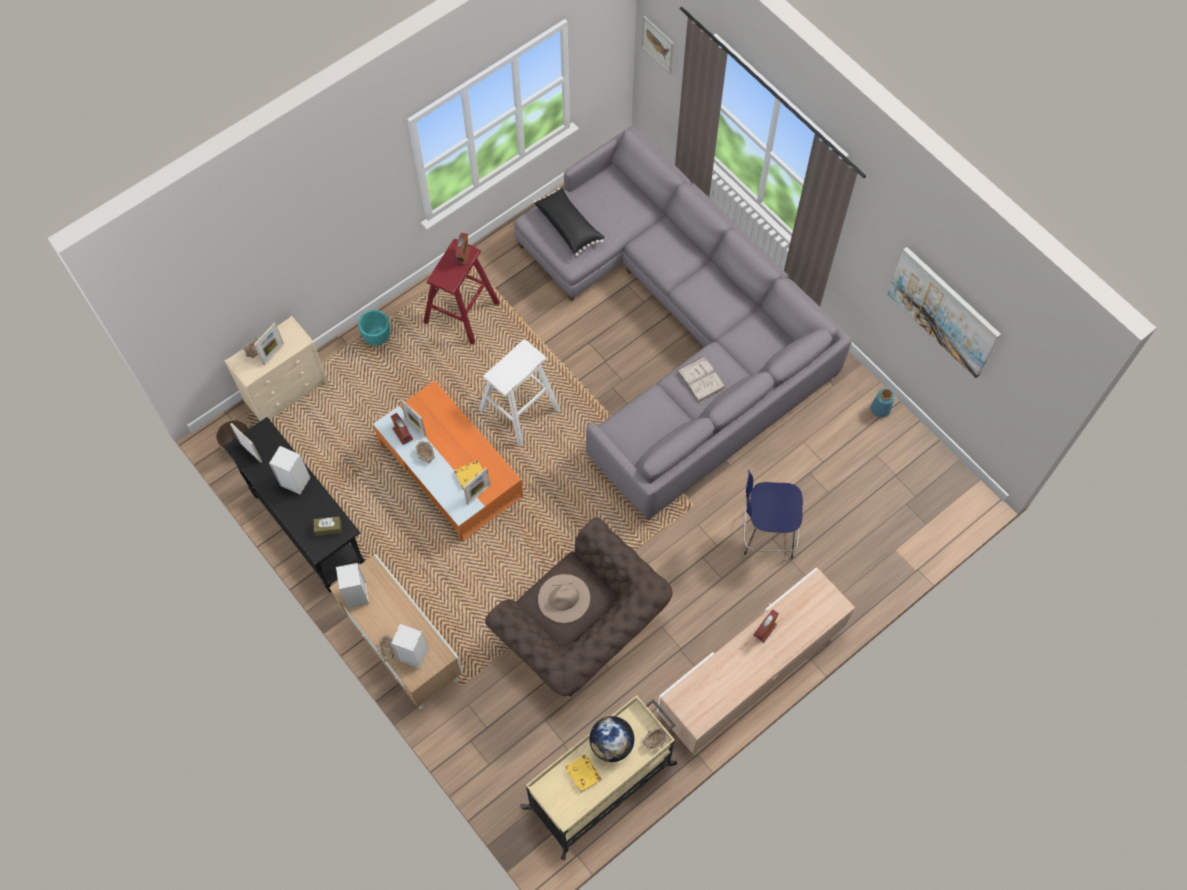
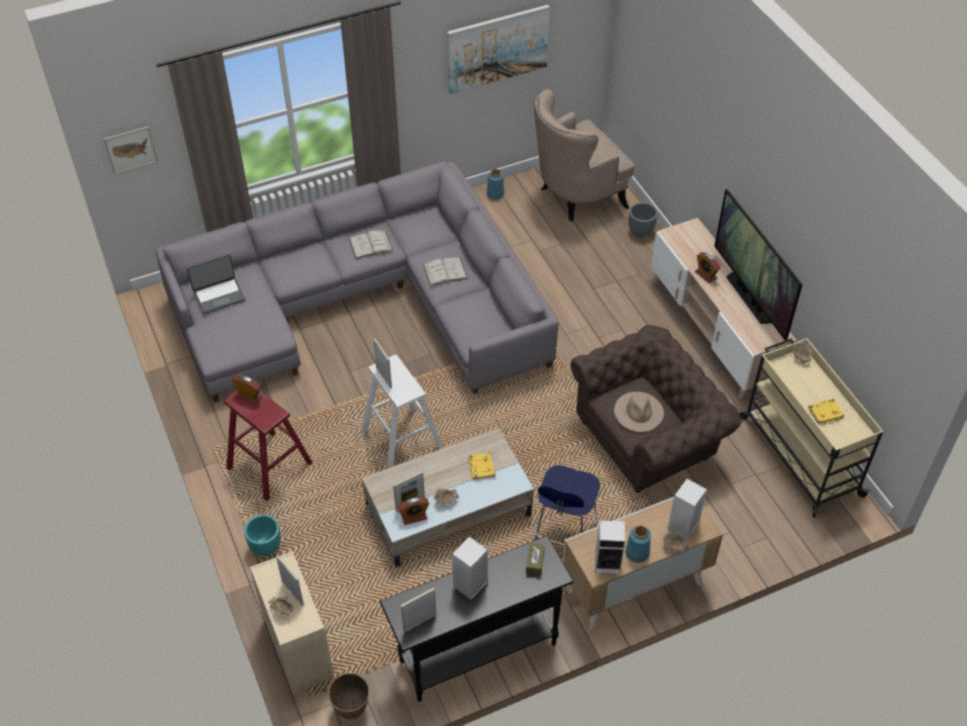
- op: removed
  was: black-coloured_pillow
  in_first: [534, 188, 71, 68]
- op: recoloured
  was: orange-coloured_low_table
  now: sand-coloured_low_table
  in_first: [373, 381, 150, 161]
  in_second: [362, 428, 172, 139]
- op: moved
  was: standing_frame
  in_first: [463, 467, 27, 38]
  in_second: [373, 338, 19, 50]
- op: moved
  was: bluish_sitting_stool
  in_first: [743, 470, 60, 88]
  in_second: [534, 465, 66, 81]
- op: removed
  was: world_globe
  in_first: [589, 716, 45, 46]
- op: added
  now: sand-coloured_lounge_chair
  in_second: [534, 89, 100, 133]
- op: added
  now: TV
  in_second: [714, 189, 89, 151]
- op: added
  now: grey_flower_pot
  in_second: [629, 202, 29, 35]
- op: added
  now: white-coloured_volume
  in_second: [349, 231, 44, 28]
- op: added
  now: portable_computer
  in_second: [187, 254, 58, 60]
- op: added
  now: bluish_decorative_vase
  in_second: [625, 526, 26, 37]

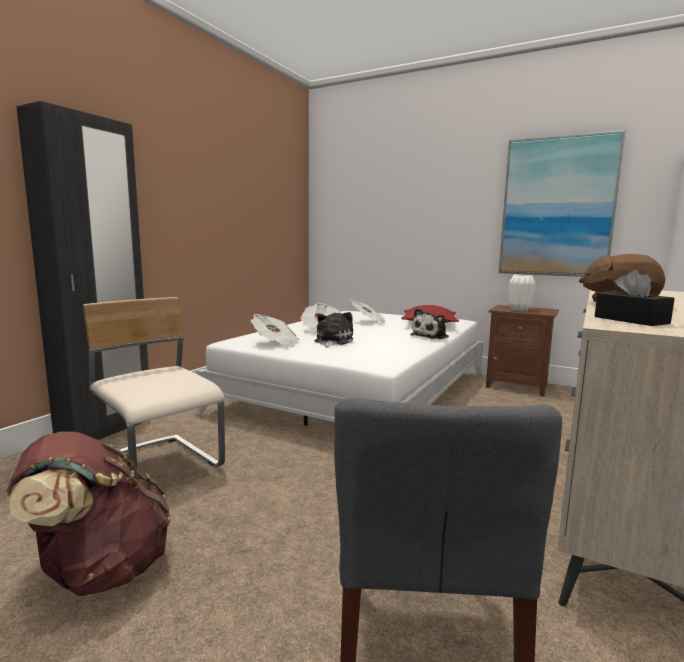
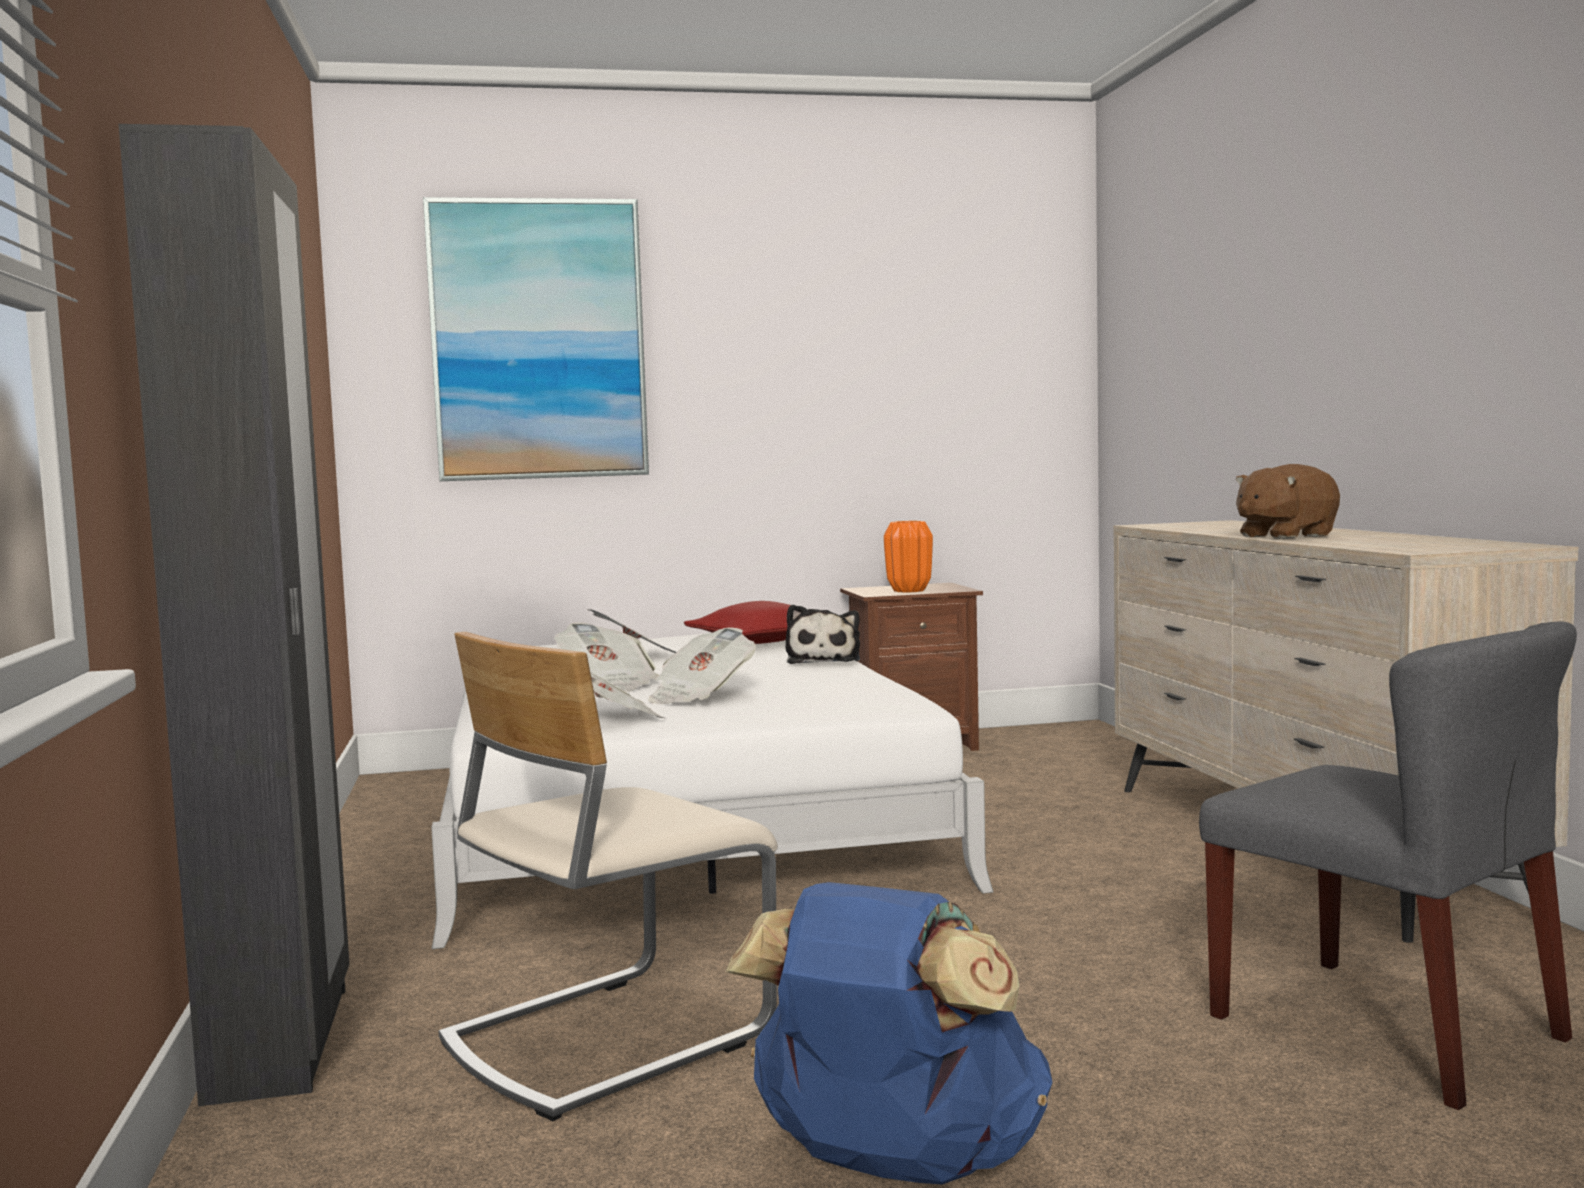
- op: moved
  was: wall_art
  in_first: [499, 130, 127, 147]
  in_second: [423, 197, 226, 284]
- op: removed
  was: black-coloured_tissue_holder
  in_first: [595, 270, 80, 56]
- op: recoloured
  was: white-coloured_decorative_vase
  now: orange-coloured_decorative_vase
  in_first: [509, 275, 27, 36]
  in_second: [884, 521, 49, 71]
- op: turned
  was: sand-coloured_chair
  in_first: [83, 297, 142, 173]
  in_second: [439, 632, 339, 489]
  clockwise: -45
- op: replaced
  was: cuddly_toy
  now: newspaper
  in_first: [315, 312, 38, 35]
  in_second: [648, 627, 108, 77]
- op: recoloured
  was: brownish_rucksack
  now: bluish_rucksack
  in_first: [7, 431, 164, 165]
  in_second: [726, 882, 327, 302]

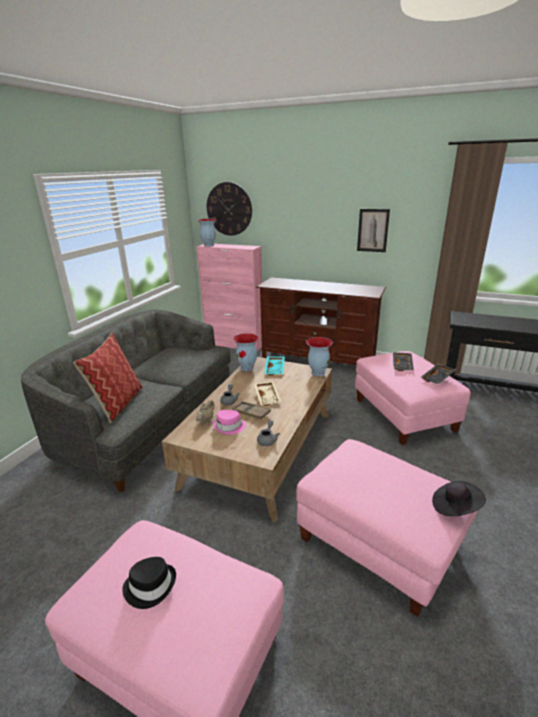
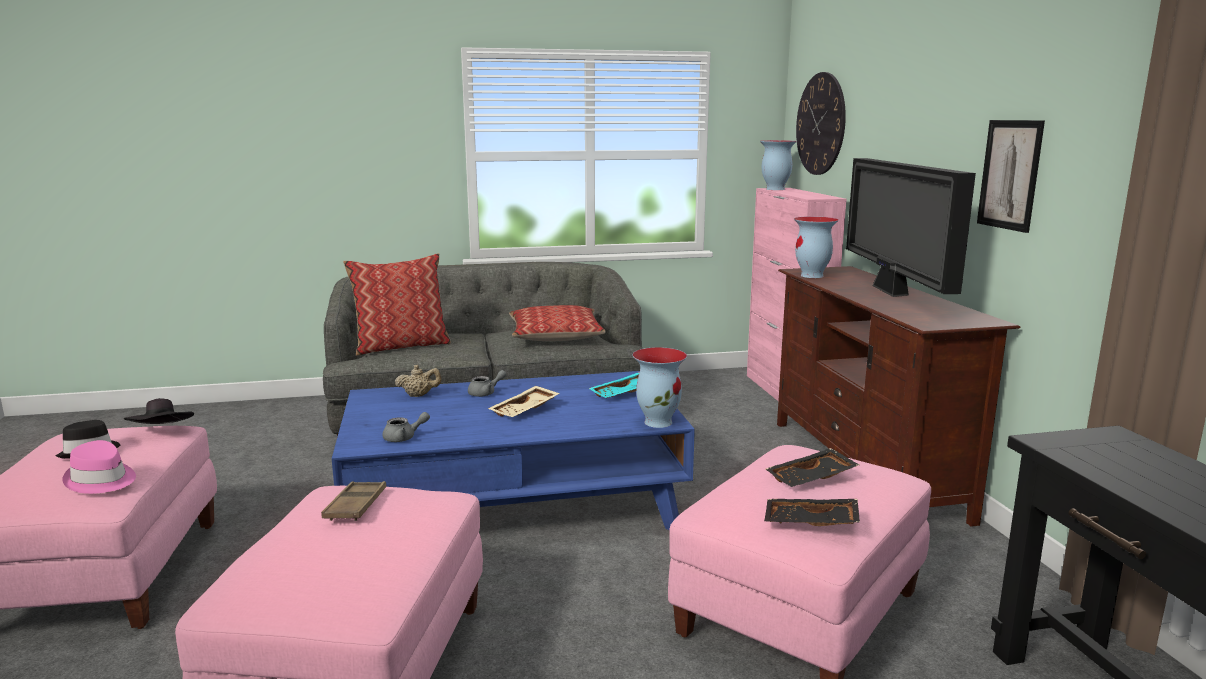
- op: moved
  was: decorative_vase
  in_first: [233, 333, 26, 38]
  in_second: [794, 216, 45, 62]
- op: recoloured
  was: brownish_low_table
  now: bluish_low_table
  in_first: [162, 357, 170, 166]
  in_second: [332, 371, 363, 159]
- op: moved
  was: brownish_carrying_tray
  in_first: [232, 401, 39, 18]
  in_second: [321, 481, 66, 40]
- op: moved
  was: pink-coloured_wearable_hat
  in_first: [213, 410, 33, 25]
  in_second: [62, 440, 74, 54]
- op: moved
  was: black-coloured_wearable_hat
  in_first: [432, 481, 54, 35]
  in_second: [124, 398, 70, 26]
- op: added
  now: TV
  in_second: [846, 158, 130, 139]
- op: added
  now: pillow
  in_second: [509, 305, 97, 36]

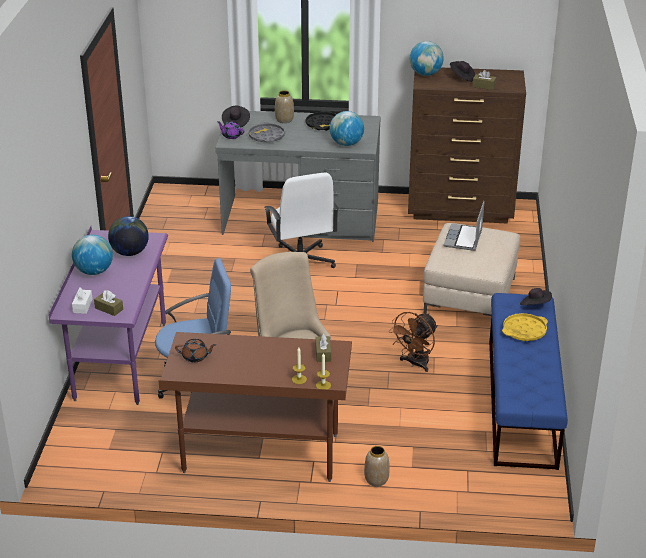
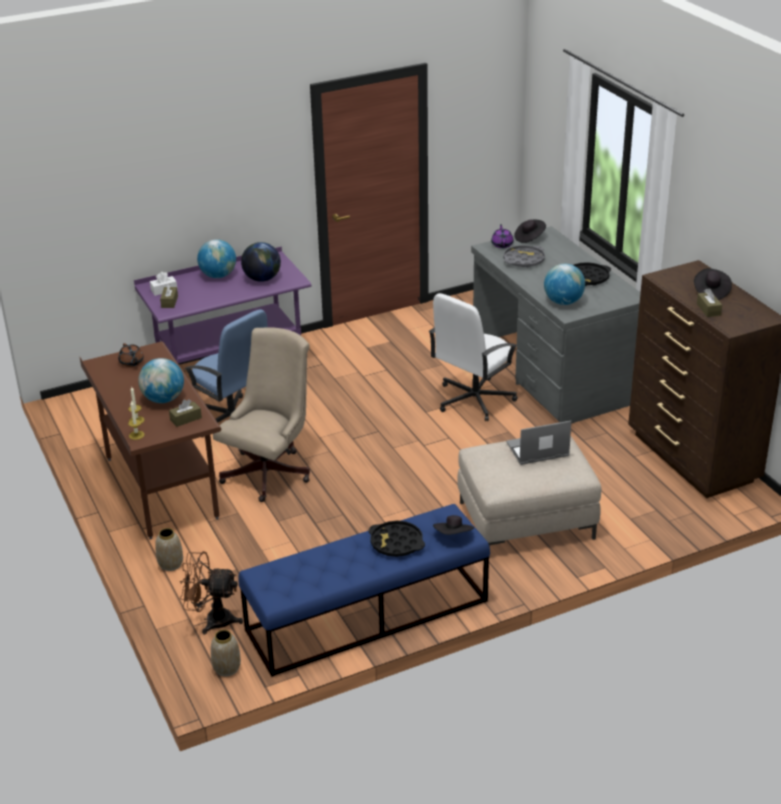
- op: moved
  was: world_globe
  in_first: [410, 41, 34, 35]
  in_second: [138, 358, 46, 45]
- op: moved
  was: decorative_vase
  in_first: [275, 90, 19, 33]
  in_second: [211, 630, 30, 46]
- op: moved
  was: brownish_fan
  in_first: [389, 312, 49, 60]
  in_second: [180, 551, 63, 83]
- op: recoloured
  was: yellow_carrying_tray
  now: black-coloured_carrying_tray
  in_first: [502, 313, 46, 28]
  in_second: [369, 521, 56, 36]

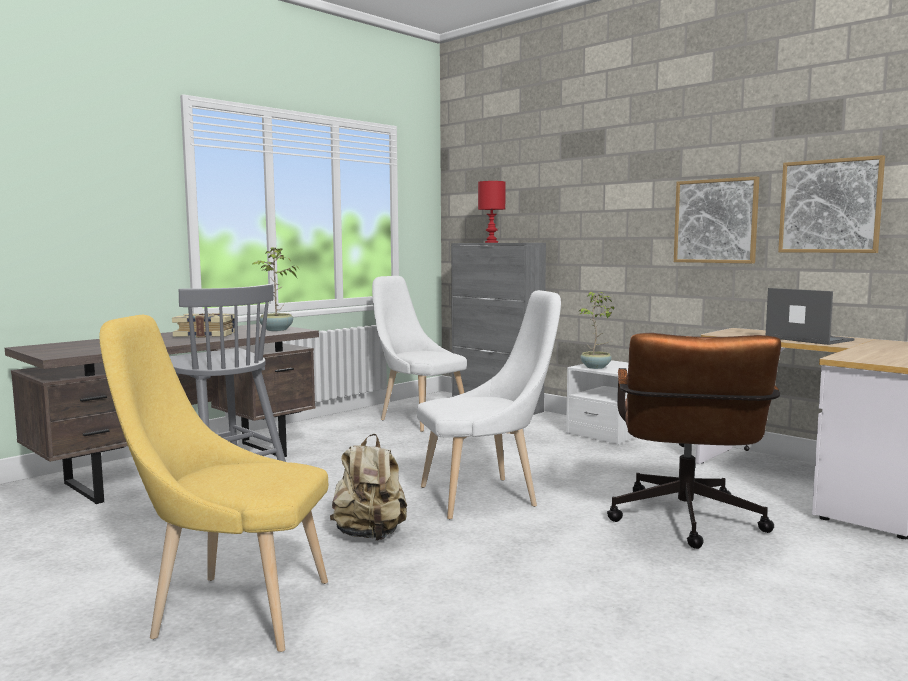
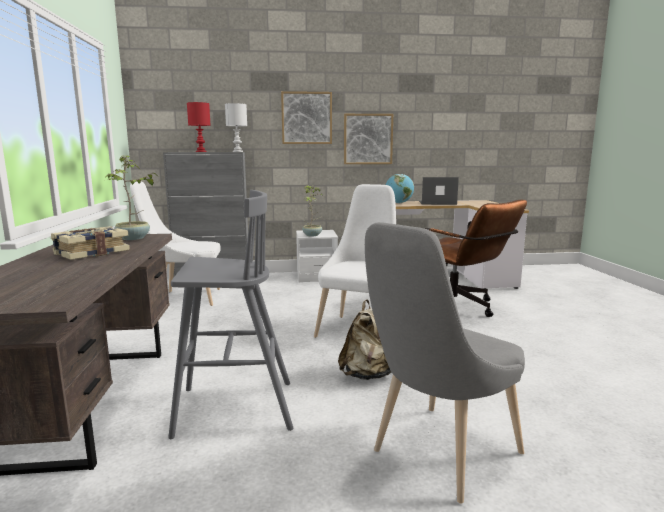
- op: moved
  was: wall_art
  in_first: [778, 155, 107, 98]
  in_second: [281, 91, 51, 53]
- op: recoloured
  was: yellow_chair
  now: grey_chair
  in_first: [99, 315, 229, 337]
  in_second: [365, 222, 160, 282]
- op: added
  now: white-coloured_table_lamp
  in_second: [225, 103, 22, 49]
- op: added
  now: world_globe
  in_second: [386, 174, 28, 29]

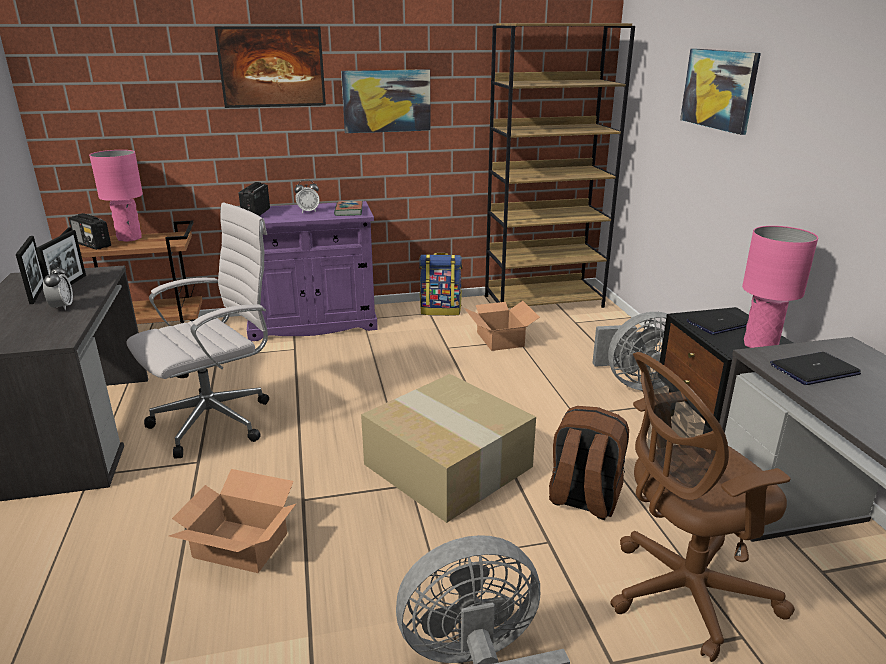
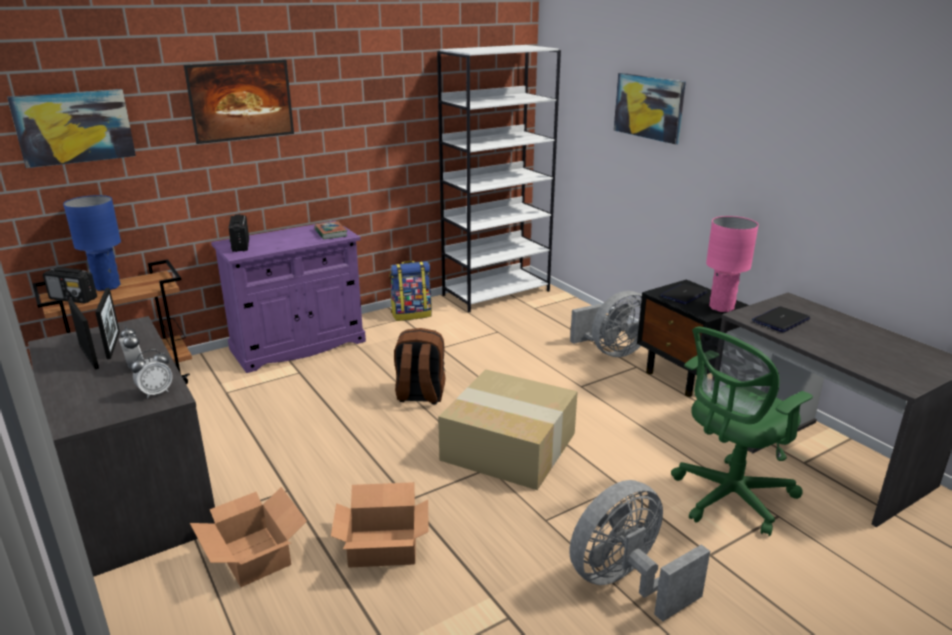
- op: recoloured
  was: brownish_bookcase
  now: white-coloured_bookcase
  in_first: [485, 23, 150, 285]
  in_second: [437, 45, 124, 268]
- op: moved
  was: wall_art
  in_first: [341, 69, 90, 64]
  in_second: [7, 89, 129, 79]
- op: recoloured
  was: pink-coloured_table_lamp
  now: bluish_table_lamp
  in_first: [89, 150, 54, 92]
  in_second: [63, 195, 58, 96]
- op: moved
  was: table_clock
  in_first: [294, 180, 25, 33]
  in_second: [131, 350, 42, 48]
- op: removed
  was: white-coloured_computer_chair
  in_first: [126, 202, 143, 257]
- op: moved
  was: packing_box
  in_first: [464, 301, 76, 50]
  in_second: [190, 487, 117, 100]
- op: recoloured
  was: brownish_computer_chair
  now: greenish_computer_chair
  in_first: [610, 352, 185, 310]
  in_second: [671, 327, 142, 209]
- op: moved
  was: brownish_rucksack
  in_first: [549, 406, 80, 114]
  in_second: [394, 328, 52, 77]

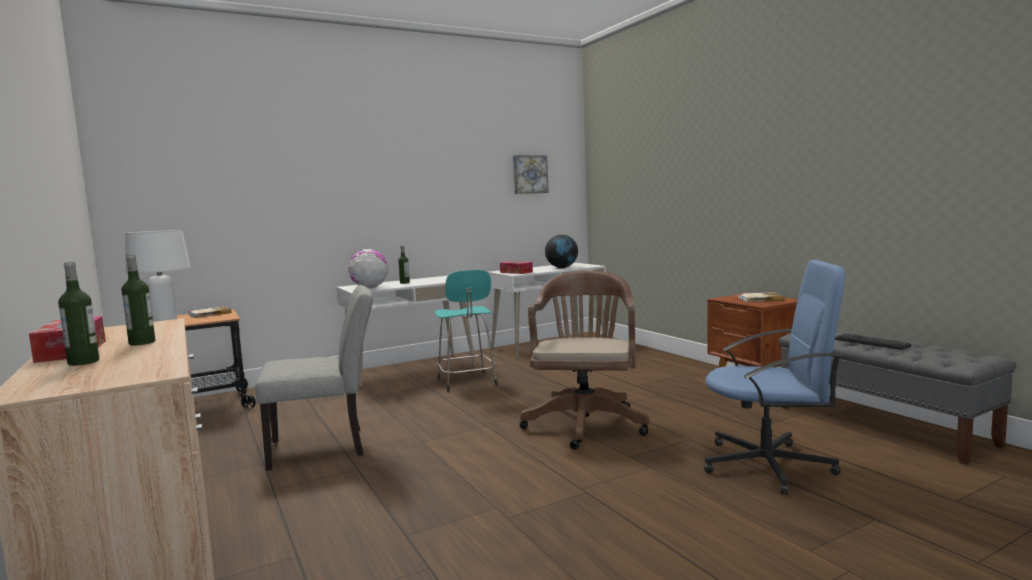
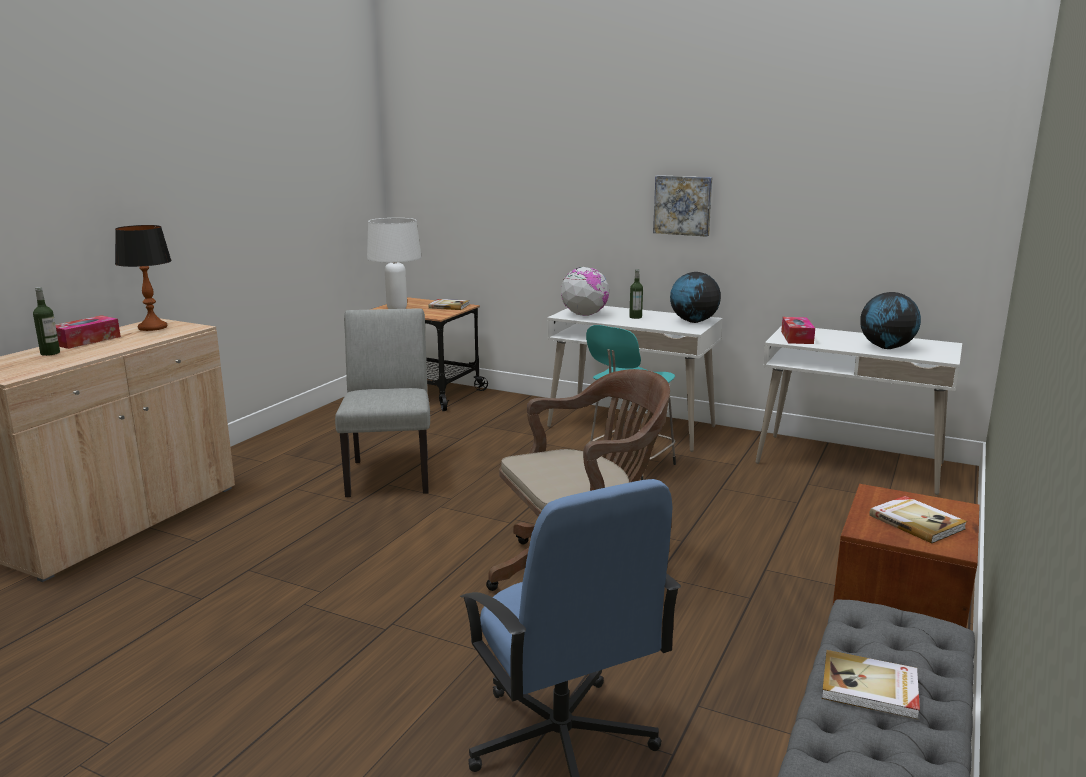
- op: moved
  was: wall_art
  in_first: [513, 155, 36, 39]
  in_second: [653, 175, 60, 62]
- op: removed
  was: bottle
  in_first: [121, 255, 34, 91]
- op: turned
  was: grey_chair
  in_first: [255, 285, 118, 186]
  in_second: [335, 308, 95, 189]
  clockwise: -135
- op: replaced
  was: keyboard
  now: volume
  in_first: [835, 334, 76, 16]
  in_second: [822, 650, 98, 70]
- op: added
  now: table_lamp
  in_second: [115, 225, 57, 106]
- op: added
  now: world_globe
  in_second: [670, 272, 51, 51]

